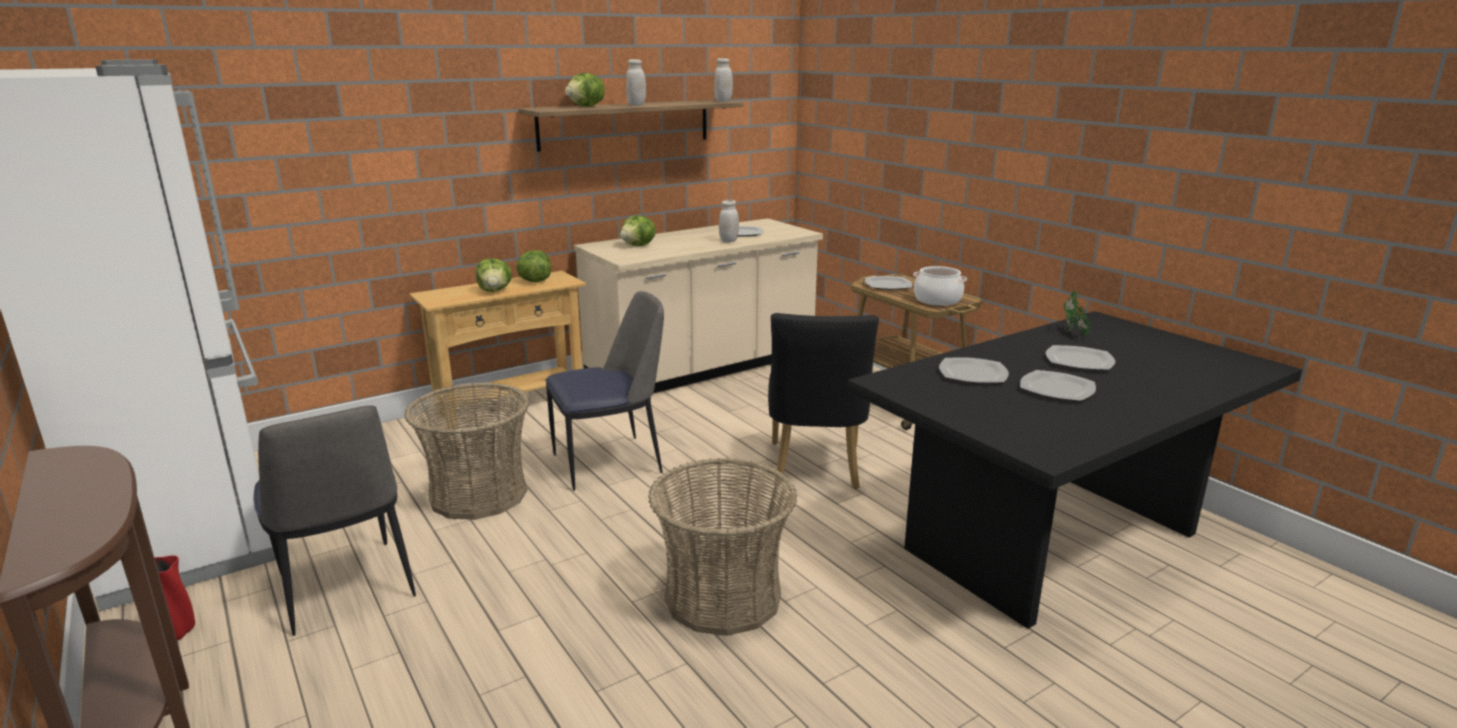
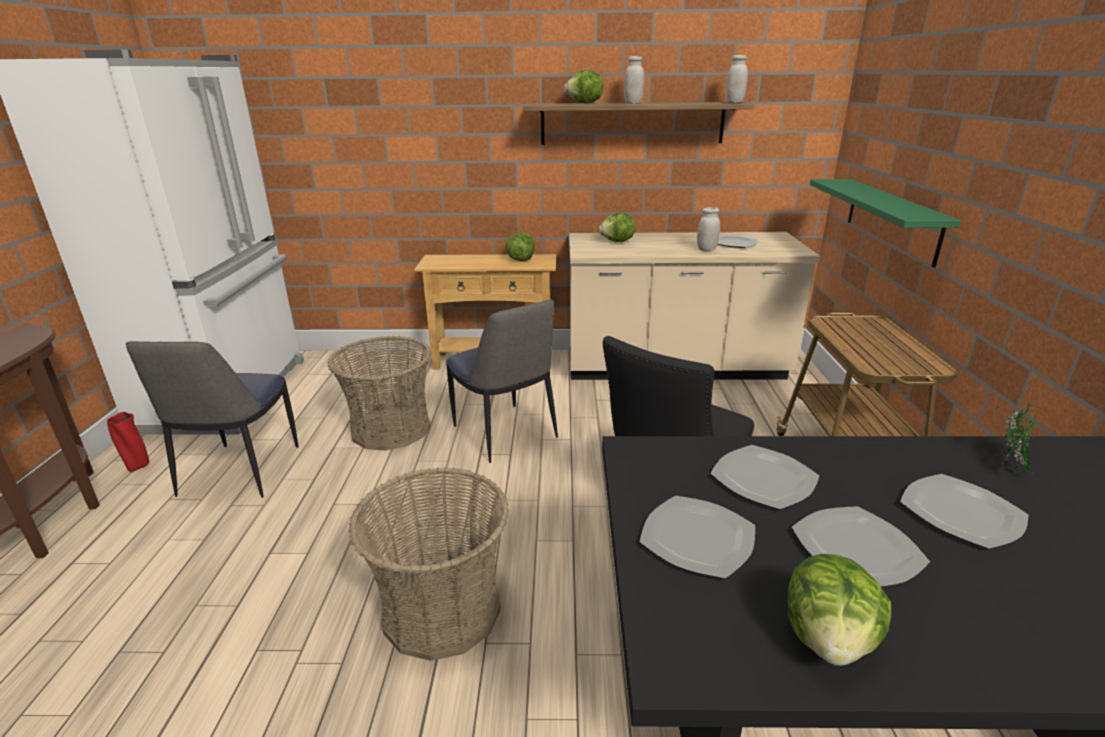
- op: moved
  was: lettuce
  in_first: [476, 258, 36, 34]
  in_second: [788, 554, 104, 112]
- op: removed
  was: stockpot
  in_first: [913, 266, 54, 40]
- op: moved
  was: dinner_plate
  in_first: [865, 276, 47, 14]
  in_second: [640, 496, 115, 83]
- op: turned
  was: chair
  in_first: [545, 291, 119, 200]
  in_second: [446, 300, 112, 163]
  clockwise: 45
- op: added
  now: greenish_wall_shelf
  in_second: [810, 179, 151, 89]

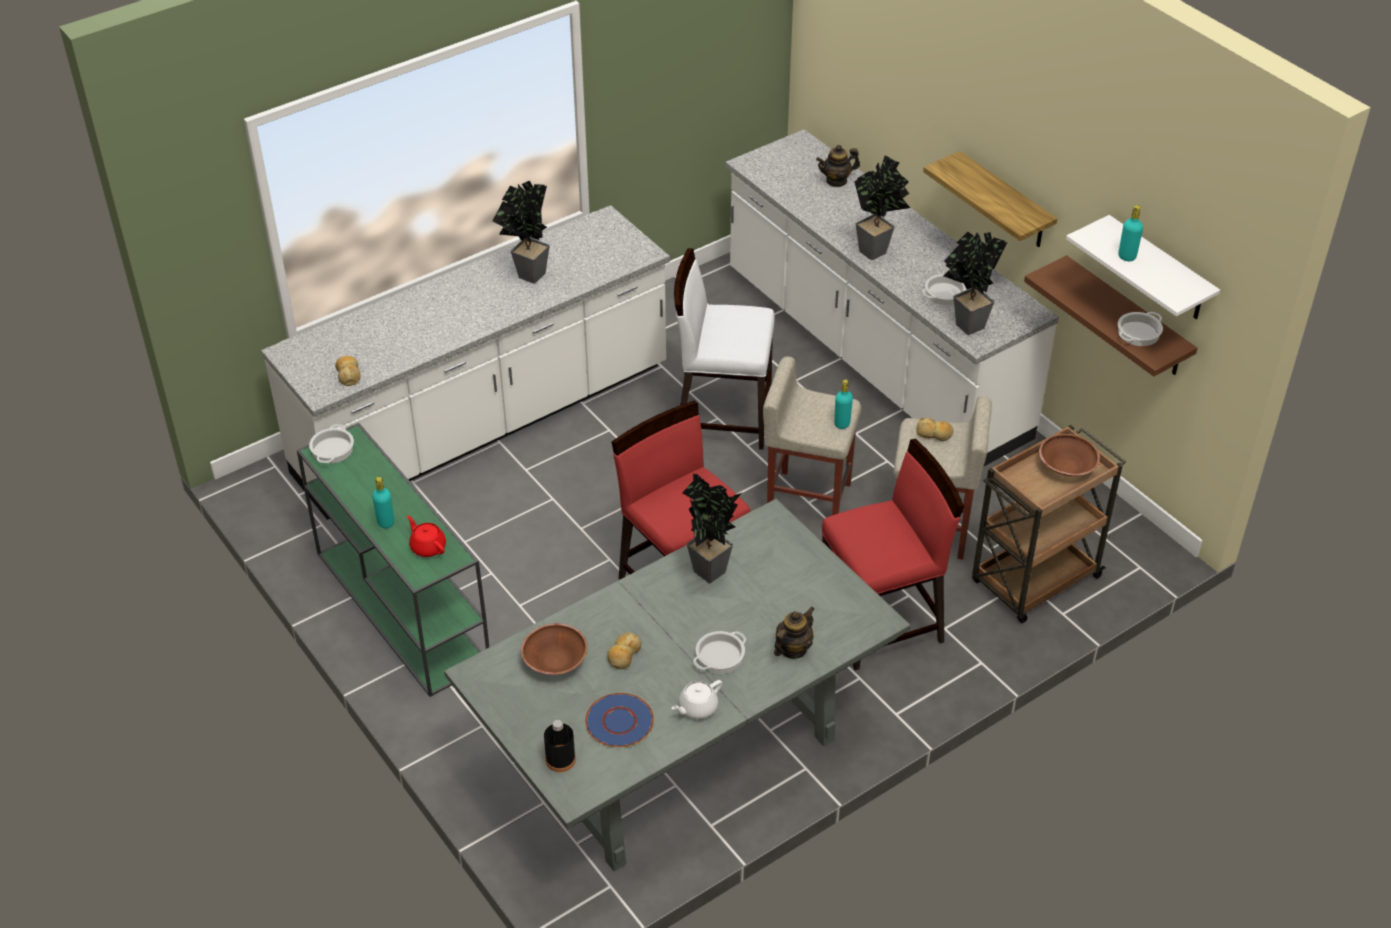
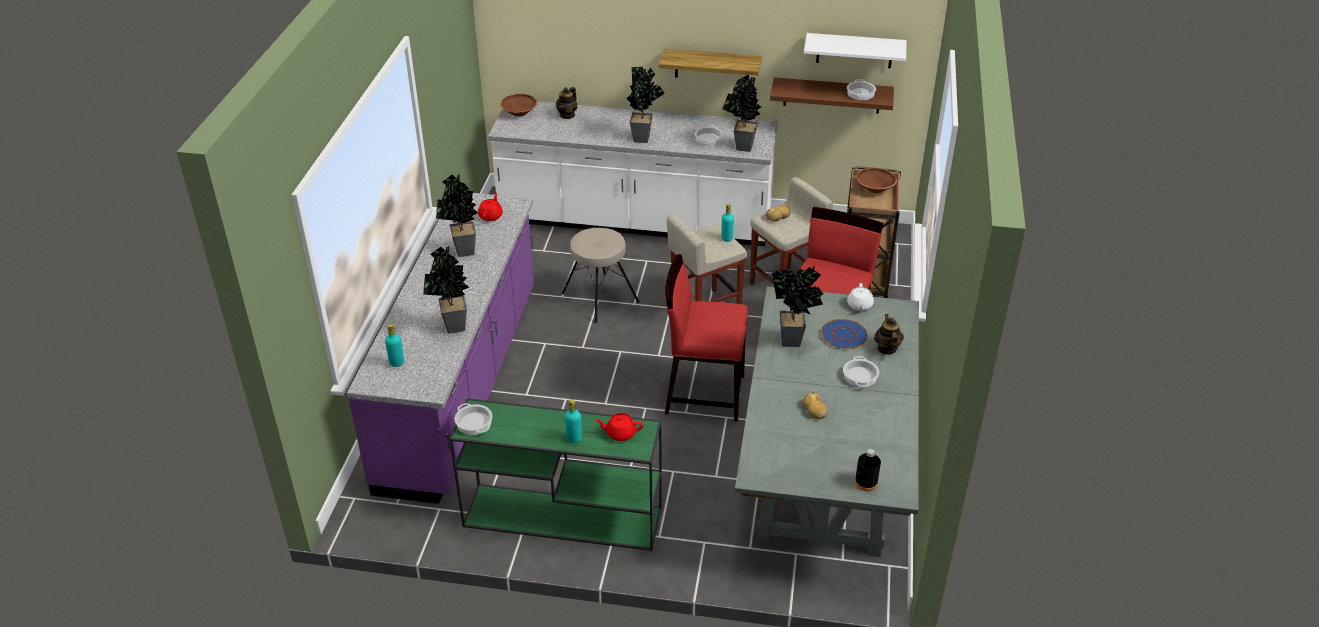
- op: recoloured
  was: white-coloured_kitchen_counter
  now: purple_kitchen_counter
  in_first: [261, 205, 409, 315]
  in_second: [347, 193, 187, 311]
- op: moved
  was: turquoise-coloured_bottle
  in_first: [1118, 205, 25, 56]
  in_second: [385, 324, 19, 43]
- op: replaced
  was: white-coloured_chair
  now: sand-coloured_sitting_stool
  in_first: [674, 248, 101, 202]
  in_second: [562, 228, 77, 95]
- op: removed
  was: baked_bread
  in_first: [335, 356, 26, 30]
- op: moved
  was: brownish_bowl
  in_first: [521, 623, 67, 52]
  in_second: [500, 94, 37, 23]
- op: moved
  was: white-coloured_teapot
  in_first: [671, 680, 51, 39]
  in_second: [847, 283, 27, 28]
- op: moved
  was: bluish_dinner_plate
  in_first: [585, 693, 69, 54]
  in_second: [821, 319, 47, 30]
- op: added
  now: reddish_teapot
  in_second: [478, 193, 25, 28]
- op: added
  now: plant_in_a_pot
  in_second: [423, 246, 46, 88]

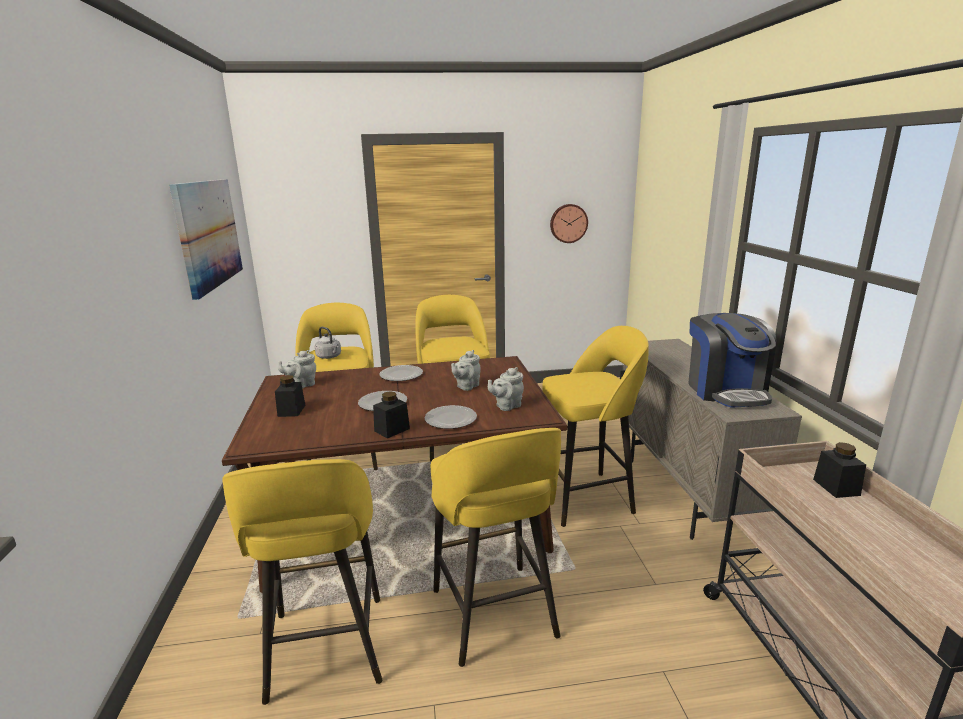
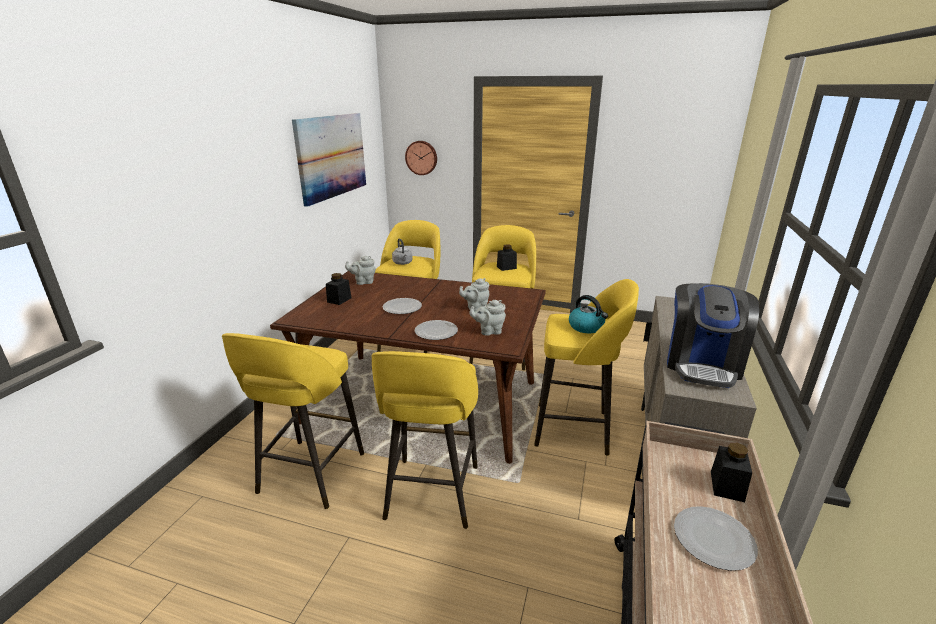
- op: moved
  was: wall_clock
  in_first: [550, 204, 38, 39]
  in_second: [405, 141, 32, 34]
- op: moved
  was: dinner_plate
  in_first: [379, 365, 44, 16]
  in_second: [674, 506, 84, 65]
- op: moved
  was: black-coloured_preserve_jar
  in_first: [373, 391, 37, 47]
  in_second: [497, 244, 20, 27]
- op: added
  now: kettle
  in_second: [569, 295, 39, 38]

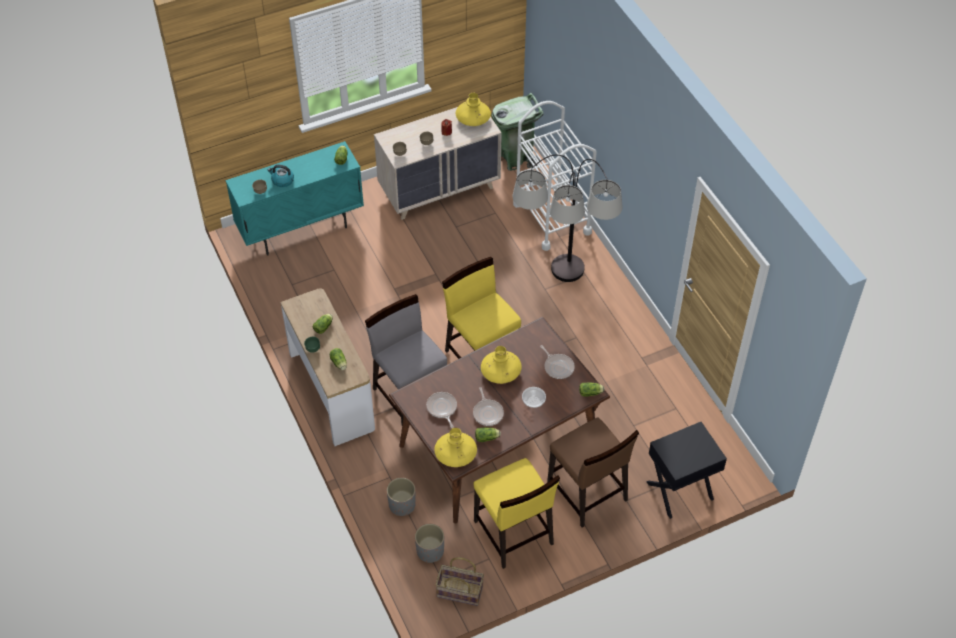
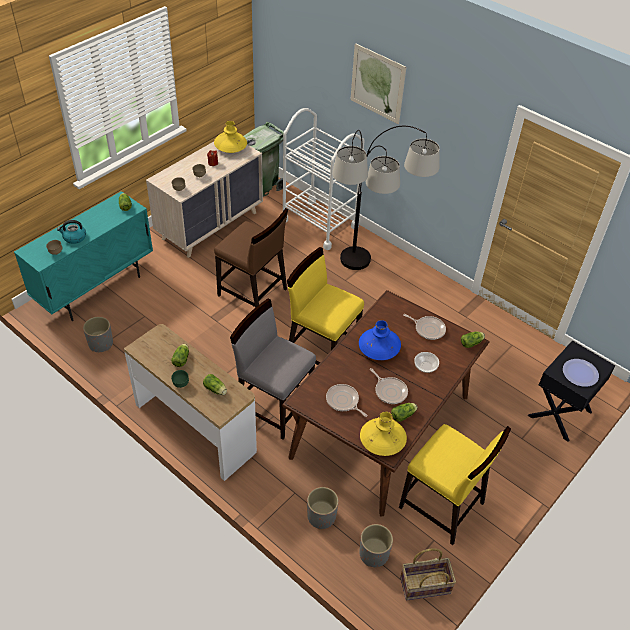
- op: recoloured
  was: yellow_decorative_vase
  now: bluish_decorative_vase
  in_first: [481, 346, 41, 38]
  in_second: [359, 320, 42, 40]
- op: moved
  was: brownish_chair
  in_first: [547, 417, 92, 111]
  in_second: [214, 208, 74, 100]
- op: added
  now: wall_art
  in_second: [350, 43, 56, 81]
- op: added
  now: grey_flower_pot
  in_second: [83, 317, 30, 35]
- op: added
  now: dinner_plate
  in_second: [563, 359, 36, 28]

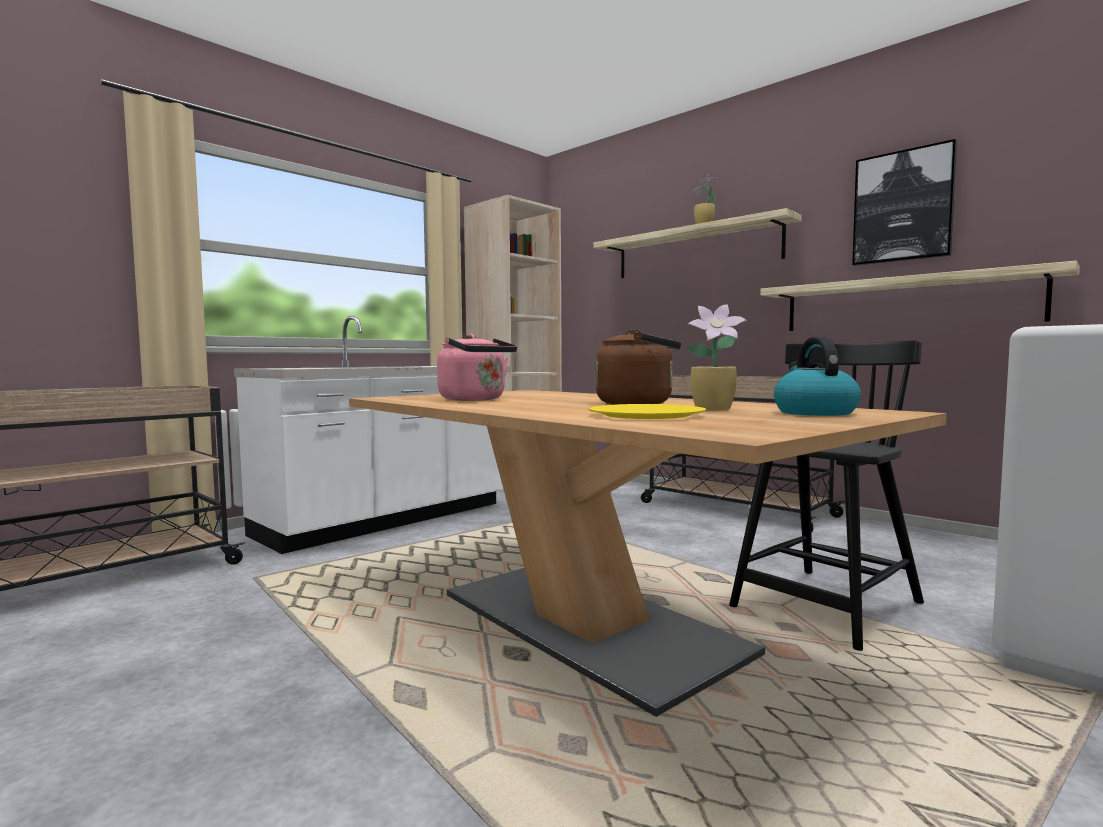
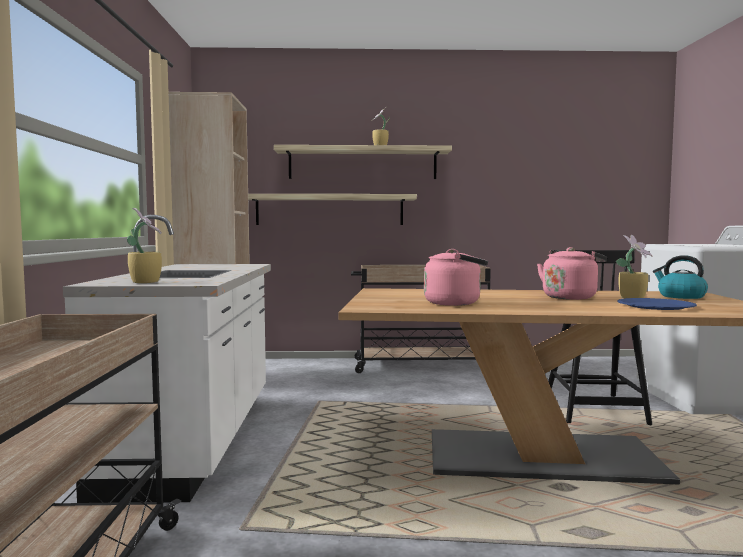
- op: removed
  was: wall_art
  in_first: [852, 139, 105, 127]
- op: moved
  was: wall_shelf
  in_first: [760, 261, 320, 70]
  in_second: [248, 194, 169, 31]
- op: recoloured
  was: brownish_kettle
  now: pink-coloured_kettle
  in_first: [596, 329, 85, 76]
  in_second: [537, 247, 70, 53]
- op: recoloured
  was: yellow_dinner_plate
  now: bluish_dinner_plate
  in_first: [589, 404, 117, 15]
  in_second: [618, 298, 79, 12]
- op: added
  now: plant_in_a_pot
  in_second: [127, 208, 35, 75]

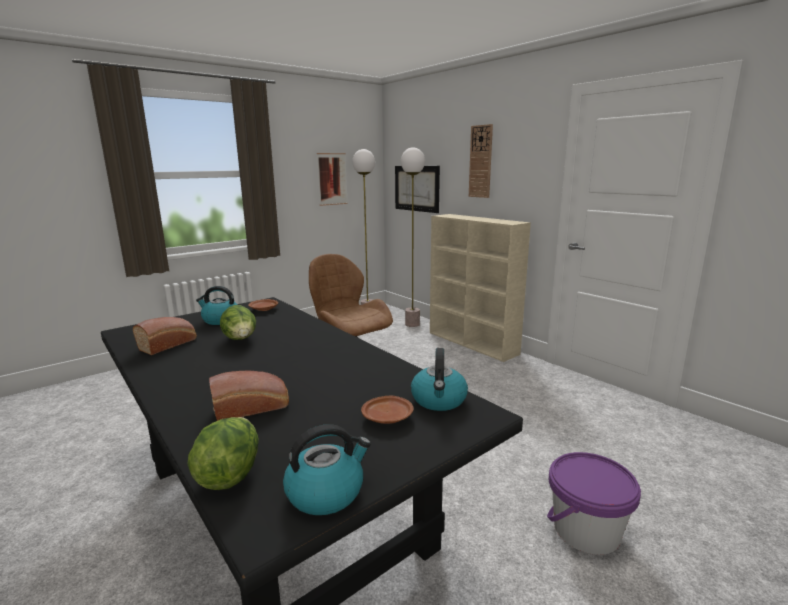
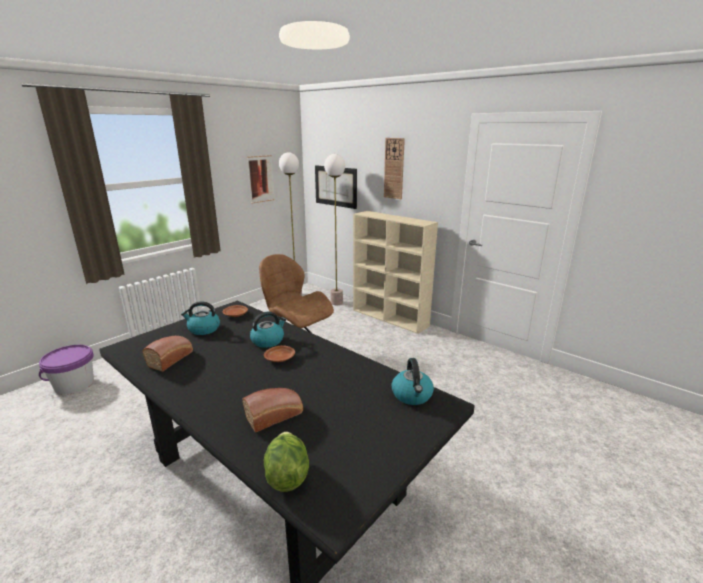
- op: removed
  was: lettuce
  in_first: [220, 305, 36, 35]
- op: moved
  was: brownish_dinner_plate
  in_first: [361, 395, 53, 29]
  in_second: [264, 345, 31, 17]
- op: moved
  was: kettle
  in_first: [283, 424, 88, 91]
  in_second: [250, 312, 36, 36]
- op: moved
  was: purple_pail
  in_first: [547, 452, 94, 103]
  in_second: [39, 345, 55, 50]

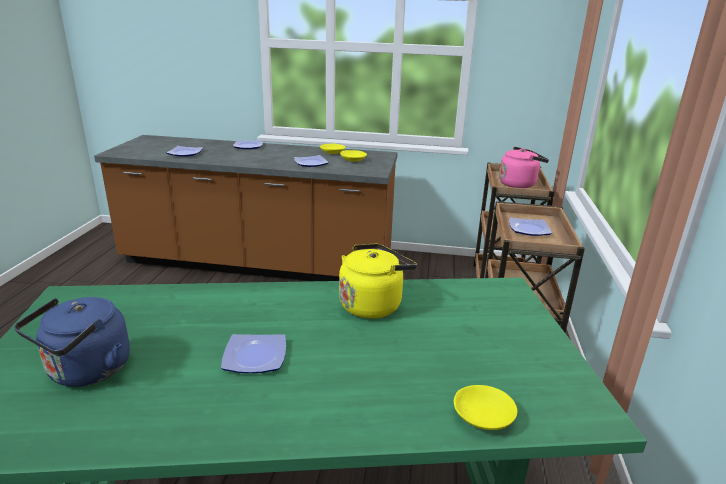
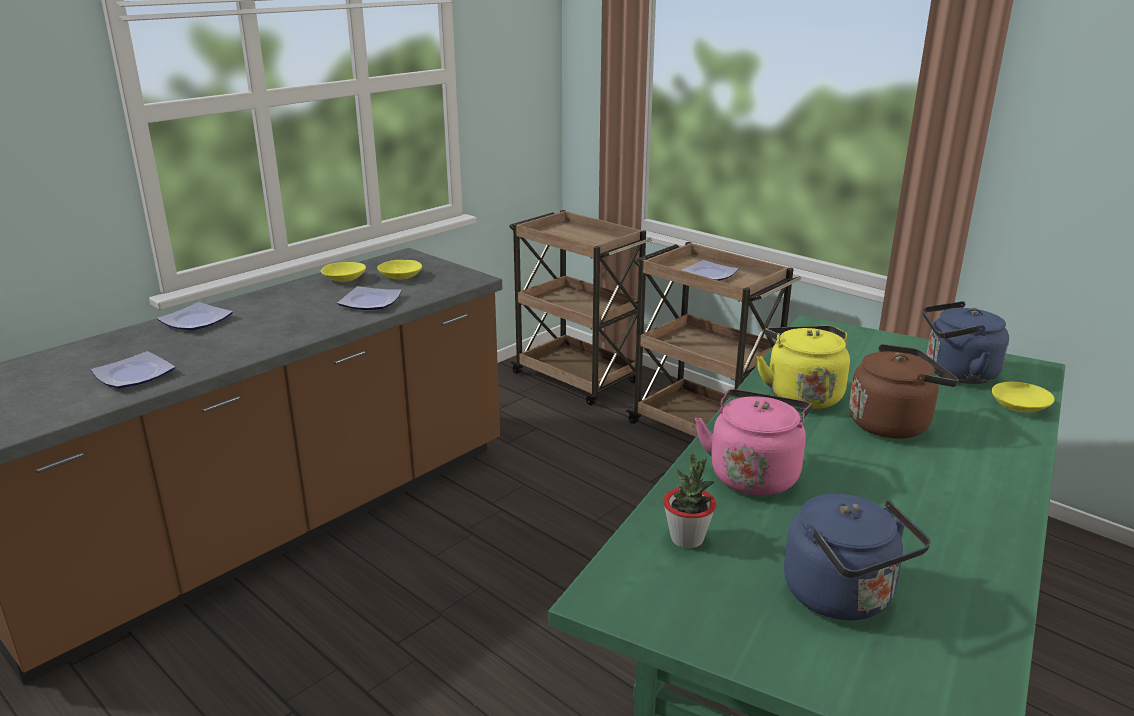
- op: moved
  was: pink-coloured_kettle
  in_first: [499, 147, 50, 41]
  in_second: [695, 389, 117, 106]
- op: removed
  was: dinner_plate
  in_first: [221, 334, 65, 39]
- op: added
  now: bluish_kettle
  in_second: [923, 301, 86, 83]
- op: added
  now: brownish_kettle
  in_second: [849, 344, 110, 95]
- op: added
  now: plant_in_a_pot
  in_second: [663, 453, 53, 95]

